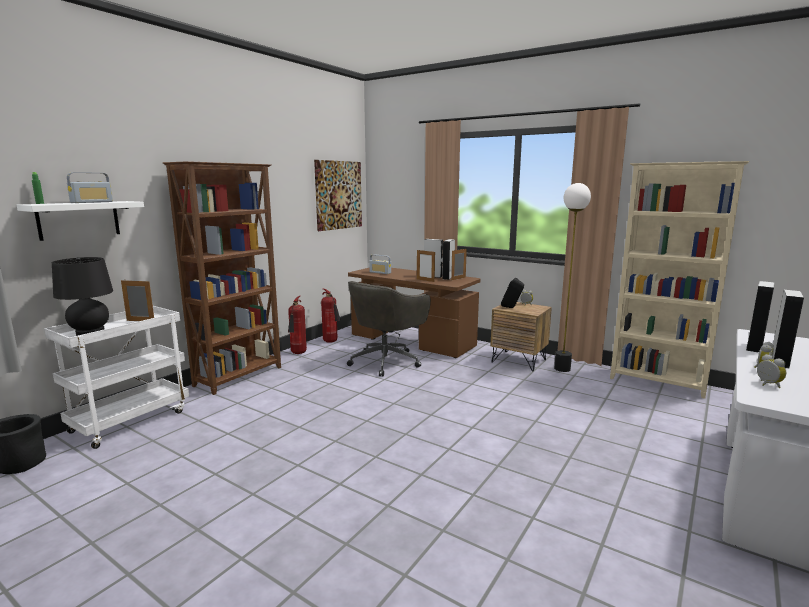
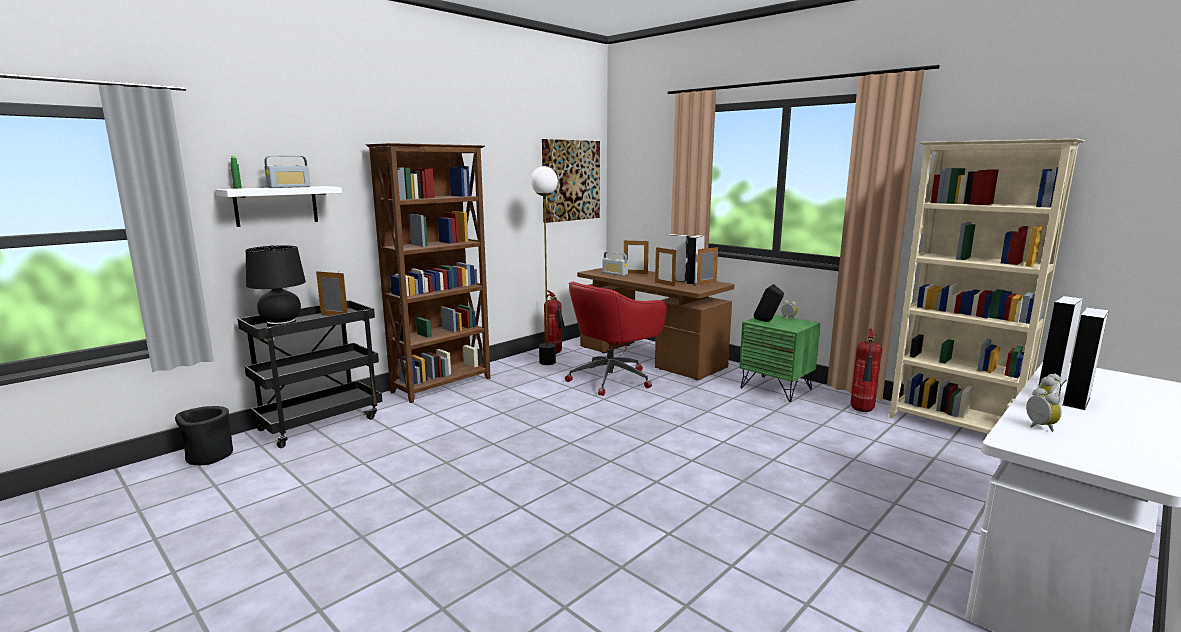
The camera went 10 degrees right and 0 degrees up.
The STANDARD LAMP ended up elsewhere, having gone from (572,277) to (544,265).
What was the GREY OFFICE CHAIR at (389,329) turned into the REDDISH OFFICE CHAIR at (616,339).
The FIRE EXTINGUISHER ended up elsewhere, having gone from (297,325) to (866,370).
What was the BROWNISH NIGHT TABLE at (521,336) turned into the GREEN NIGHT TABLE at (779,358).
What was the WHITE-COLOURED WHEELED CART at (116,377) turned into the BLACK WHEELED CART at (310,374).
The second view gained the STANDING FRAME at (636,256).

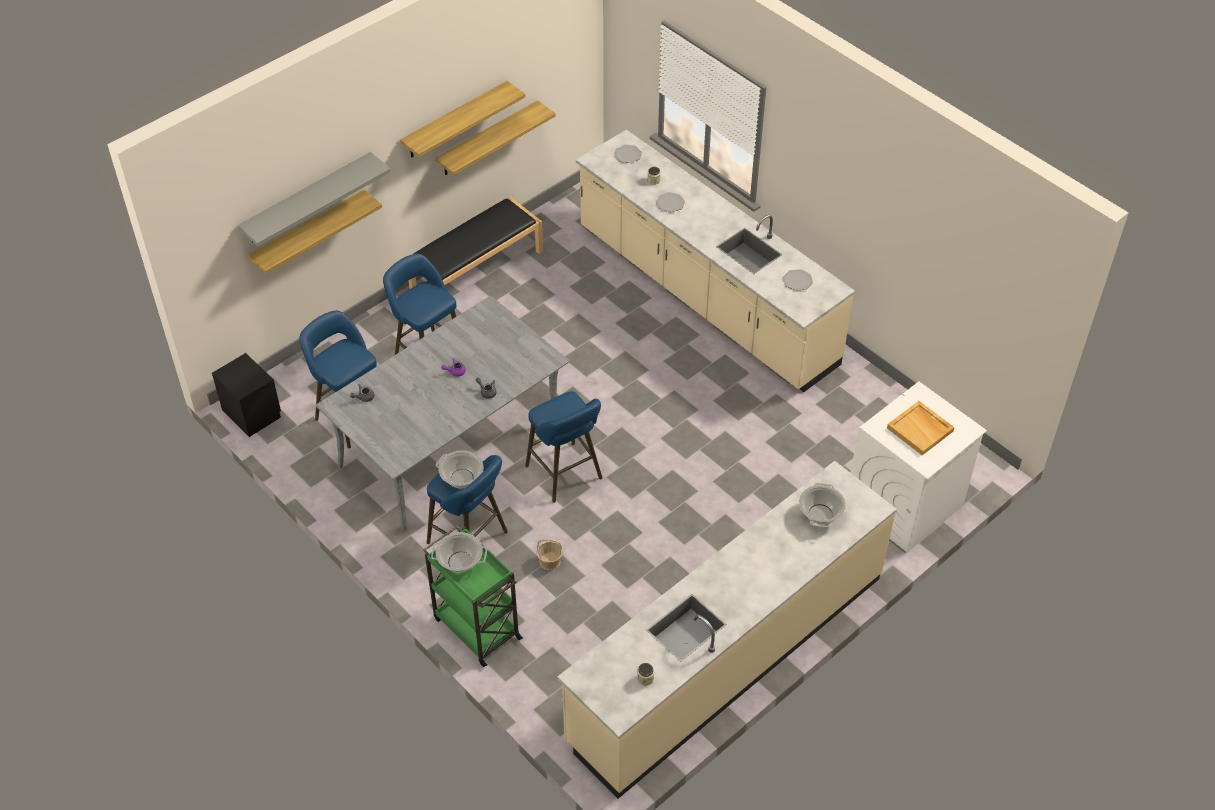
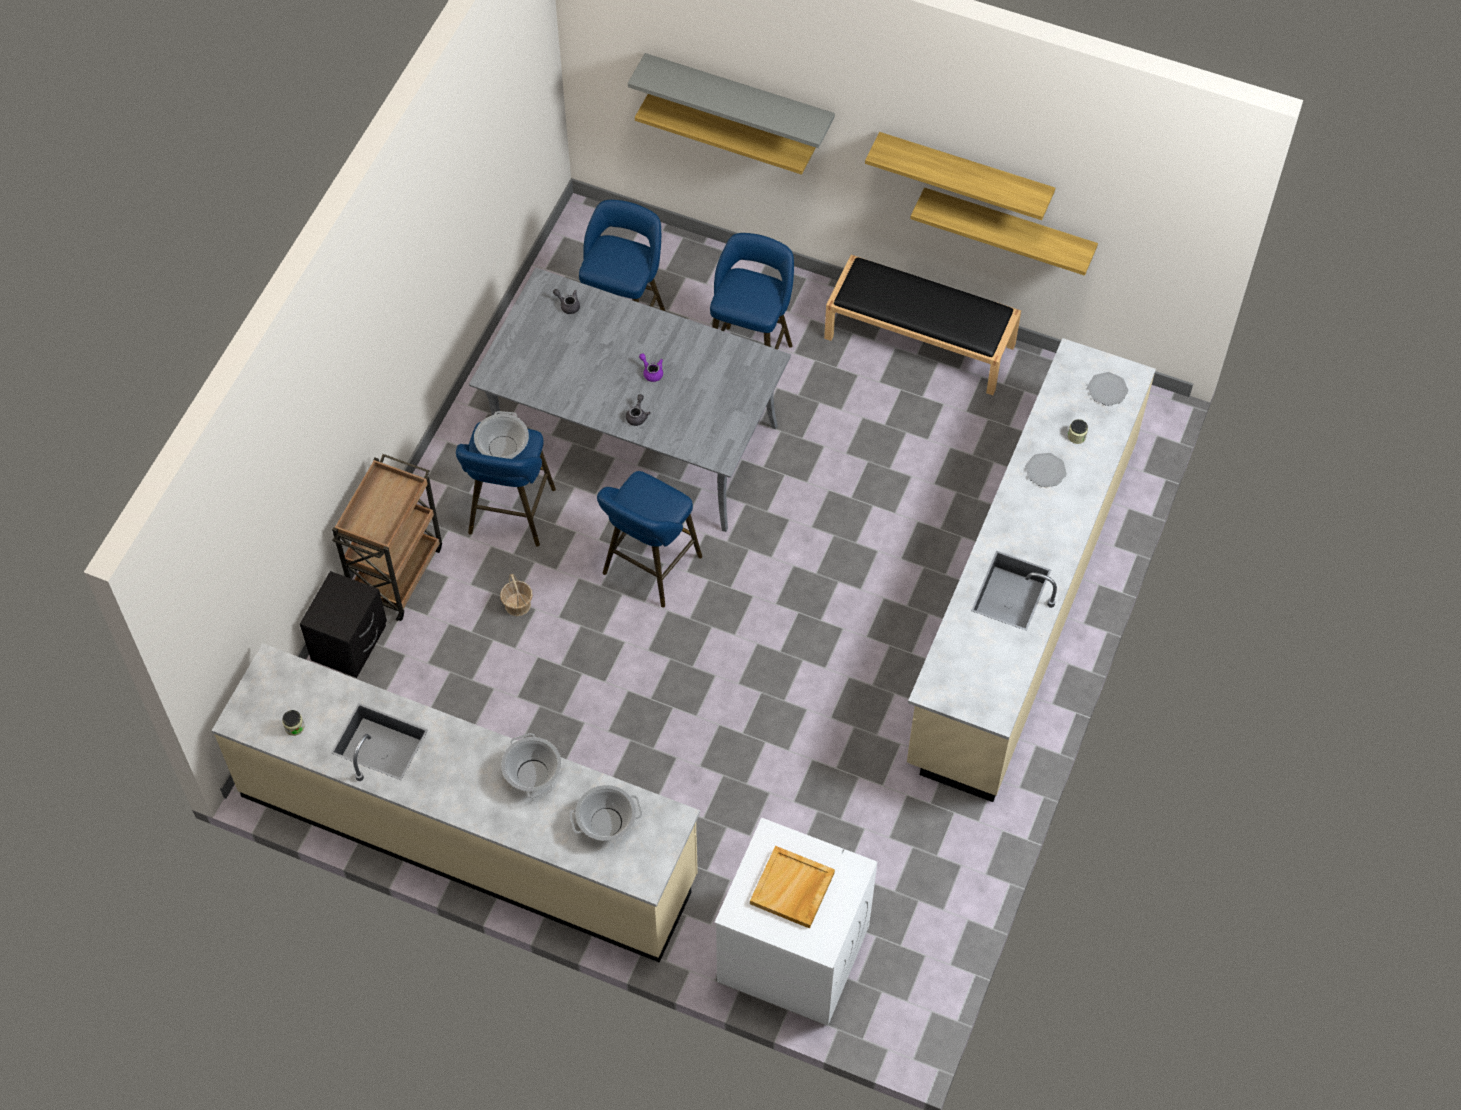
The camera went 65 degrees right and 10 degrees up.
The second view lost the PLATE at (798,280).
The BLACK NIGHT TABLE ended up elsewhere, having gone from (246,395) to (343,624).
What was the GREEN WHEELED CART at (473,596) turned into the BROWNISH WHEELED CART at (387,537).
The STOCKPOT ended up elsewhere, having gone from (459,552) to (531,765).

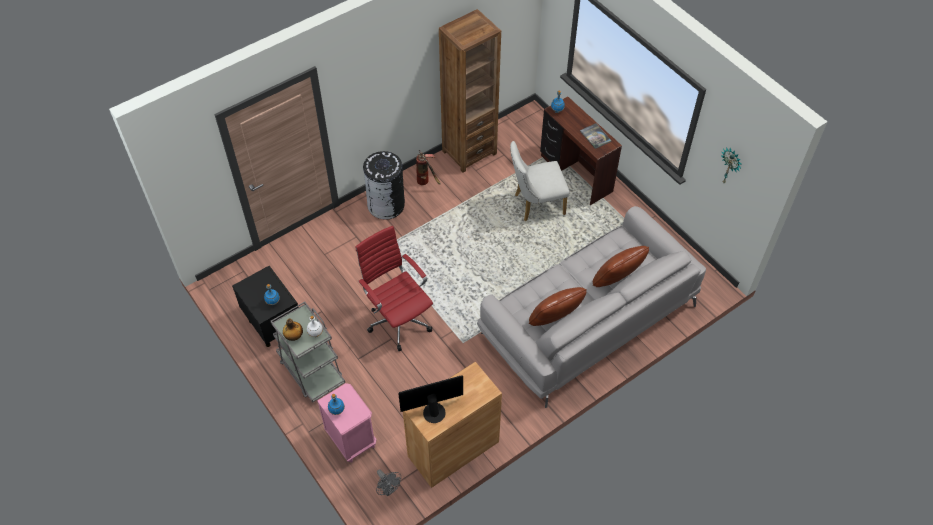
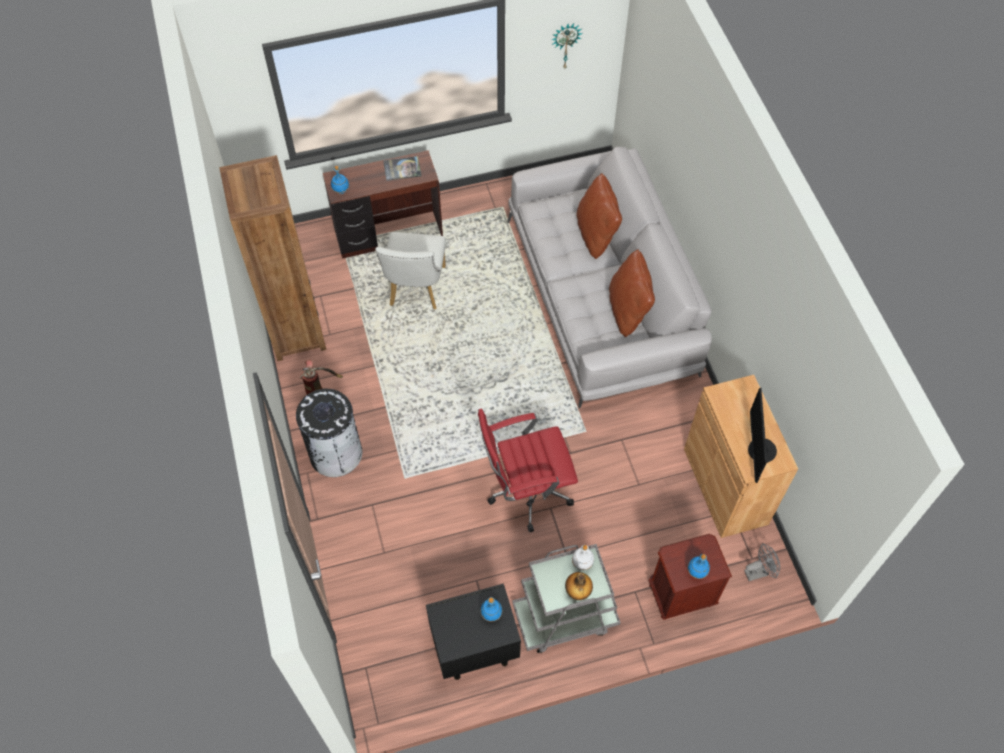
The camera went 70 degrees left and 5 degrees up.
What was the PINKISH NIGHT TABLE at (346,422) turned into the BROWNISH NIGHT TABLE at (690,577).

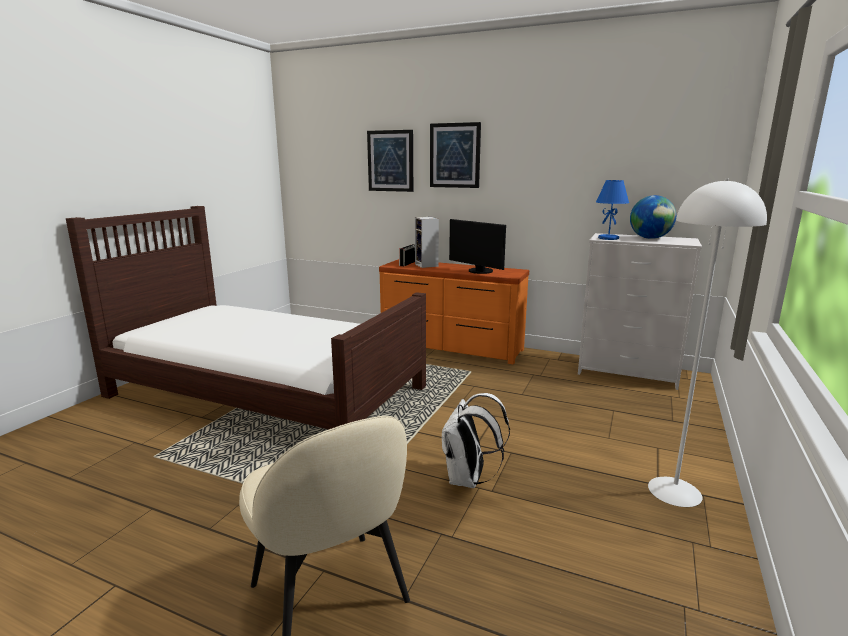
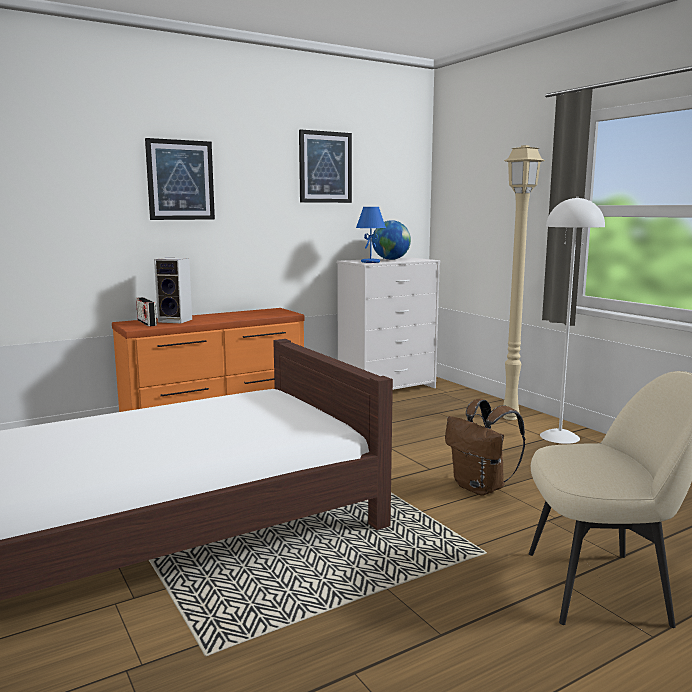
The camera went 55 degrees left and 5 degrees down.
The WALL ART ended up elsewhere, having gone from (390,161) to (325,166).
The second view lost the MONITOR at (477,246).
What was the WHITE-COLOURED KNAPSACK at (476,440) turned into the BROWNISH KNAPSACK at (485,447).
The second view gained the BEIGE-COLOURED STANDARD LAMP at (524,282).

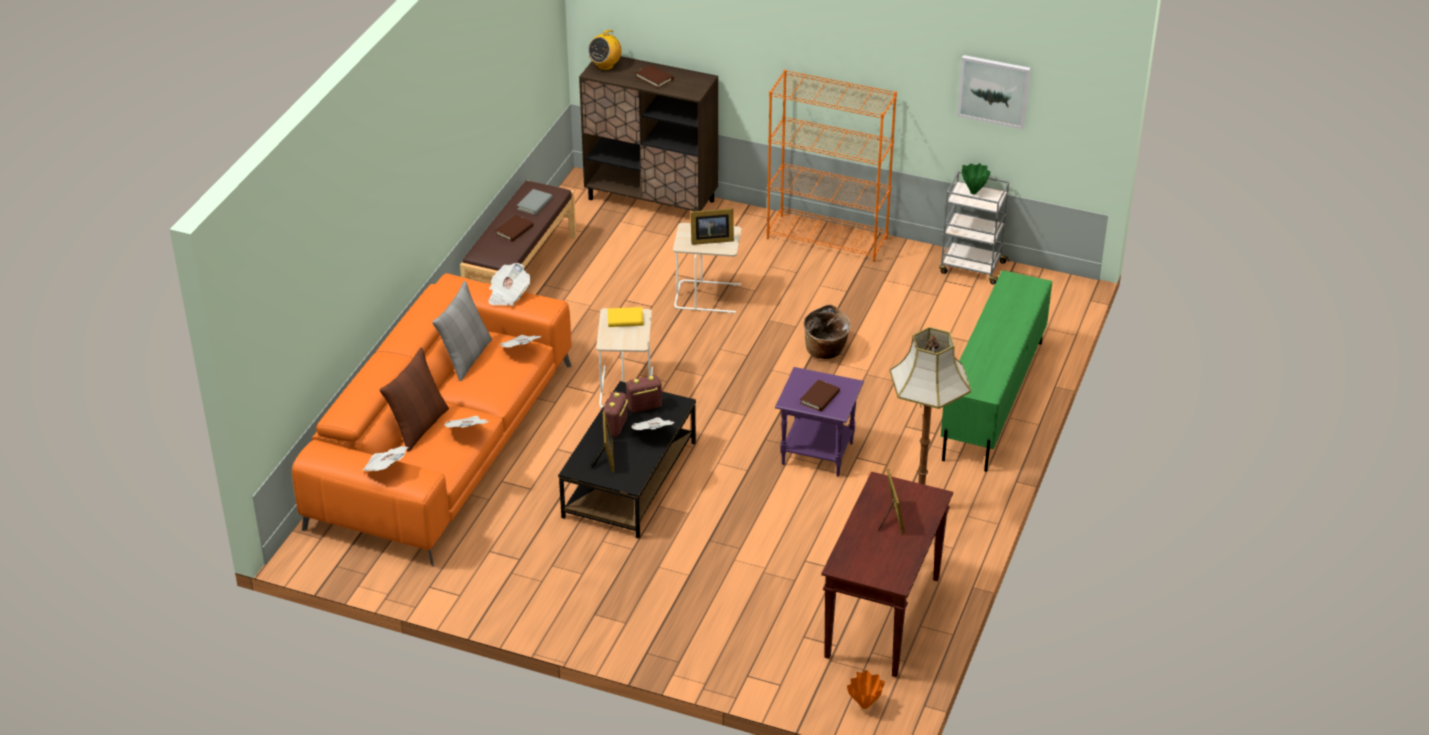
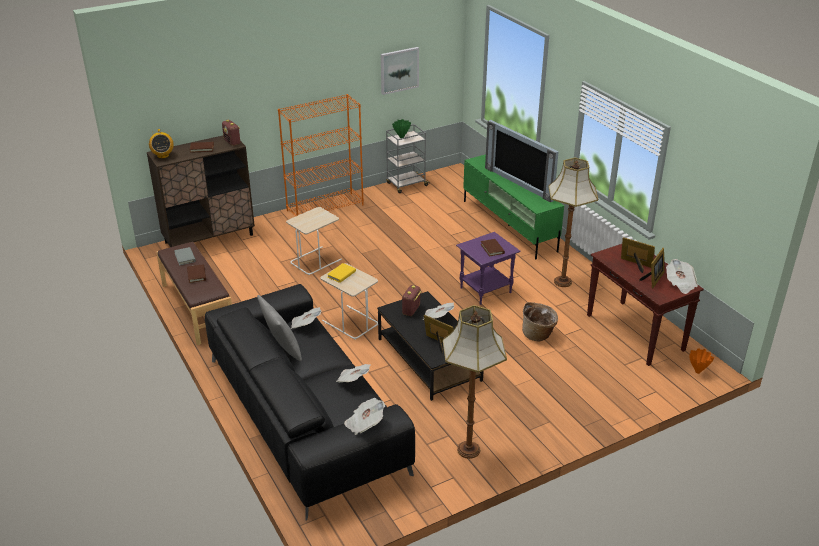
The camera went 50 degrees left and 5 degrees down.
The STANDING FRAME ended up elsewhere, having gone from (712,226) to (651,268).
The NEWSPAPER ended up elsewhere, having gone from (509,284) to (682,276).
What was the ORANGE-COLOURED SETTEE at (432,420) turned into the BLACK SETTEE at (310,402).
The BASKET ended up elsewhere, having gone from (827,331) to (540,321).
The second view lost the BROWNISH THROW PILLOW at (414,400).
The RADIO ended up elsewhere, having gone from (615,414) to (231,133).
The second view gained the TELEVISION at (522,161).
The second view gained the STANDARD LAMP at (475,382).

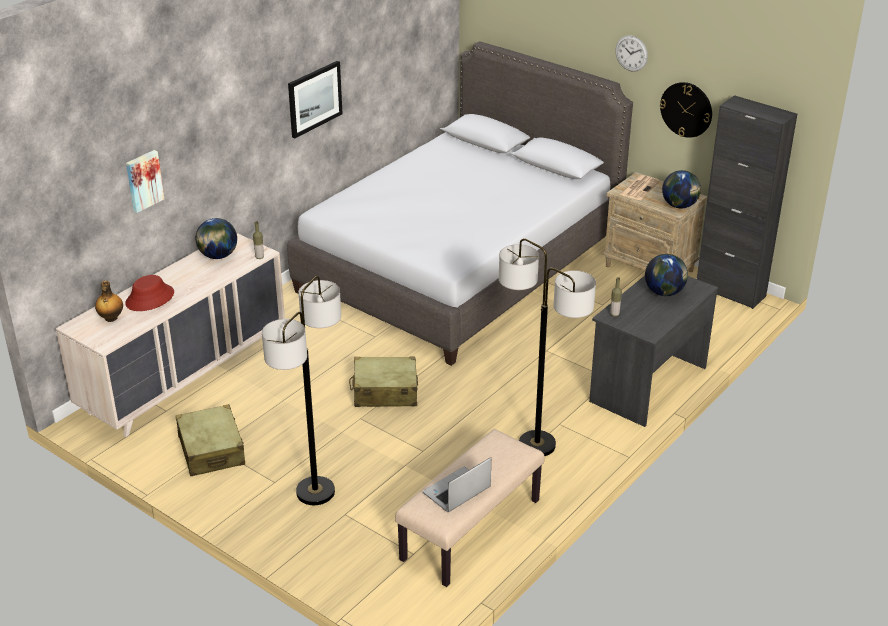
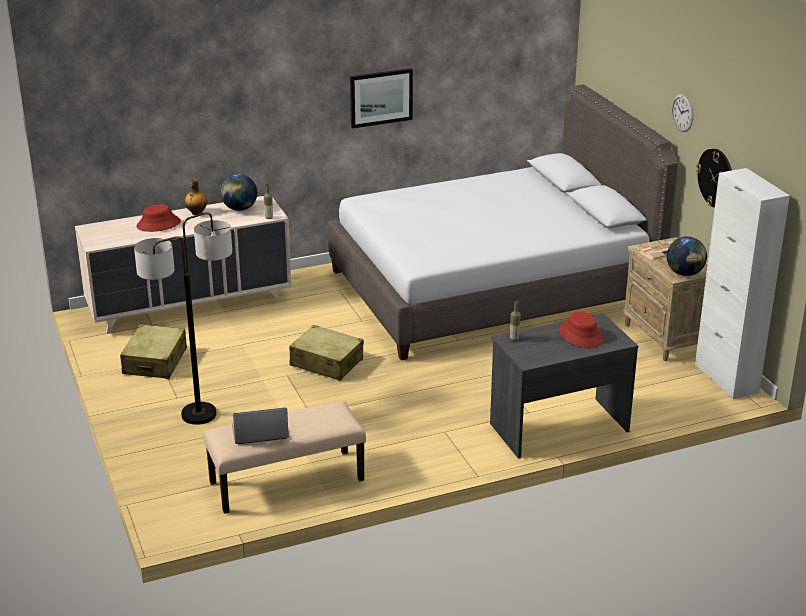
The camera went 30 degrees right and 5 degrees down.
What was the BLACK STORAGE CABINET at (747,202) turned into the WHITE-COLOURED STORAGE CABINET at (742,283).
The second view lost the WALL ART at (145,181).
The second view lost the STANDARD LAMP at (547,347).
Where the DESK GLOBE stood at (666,275), the REDDISH CLOTHING HAT came to stand at (581,329).
The BOTTLE ended up elsewhere, having gone from (109,301) to (196,197).

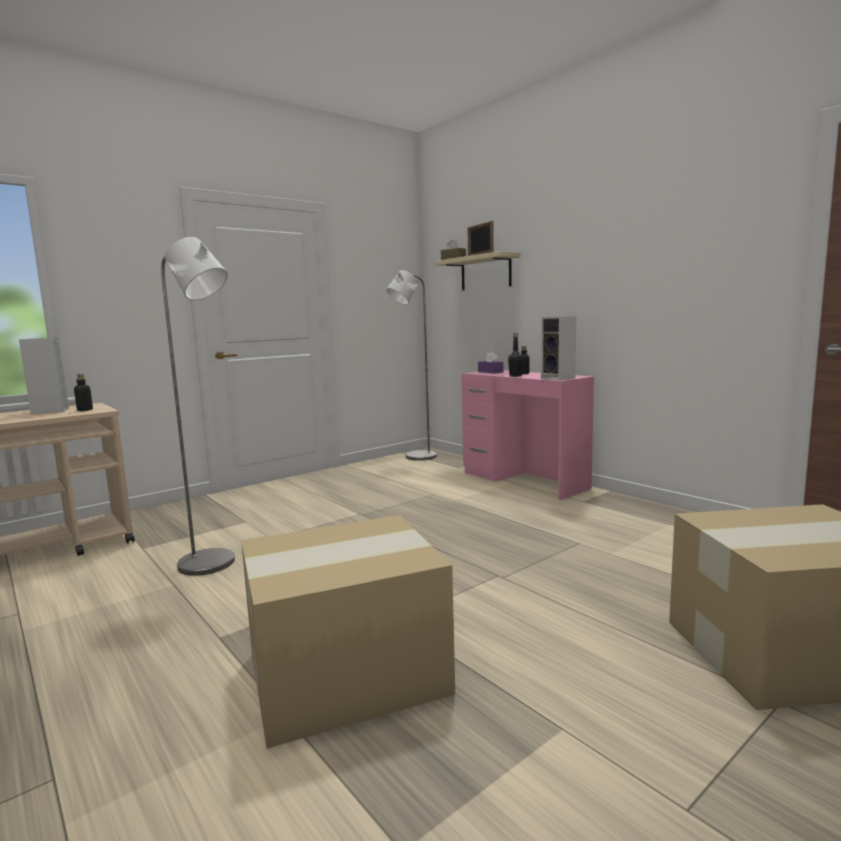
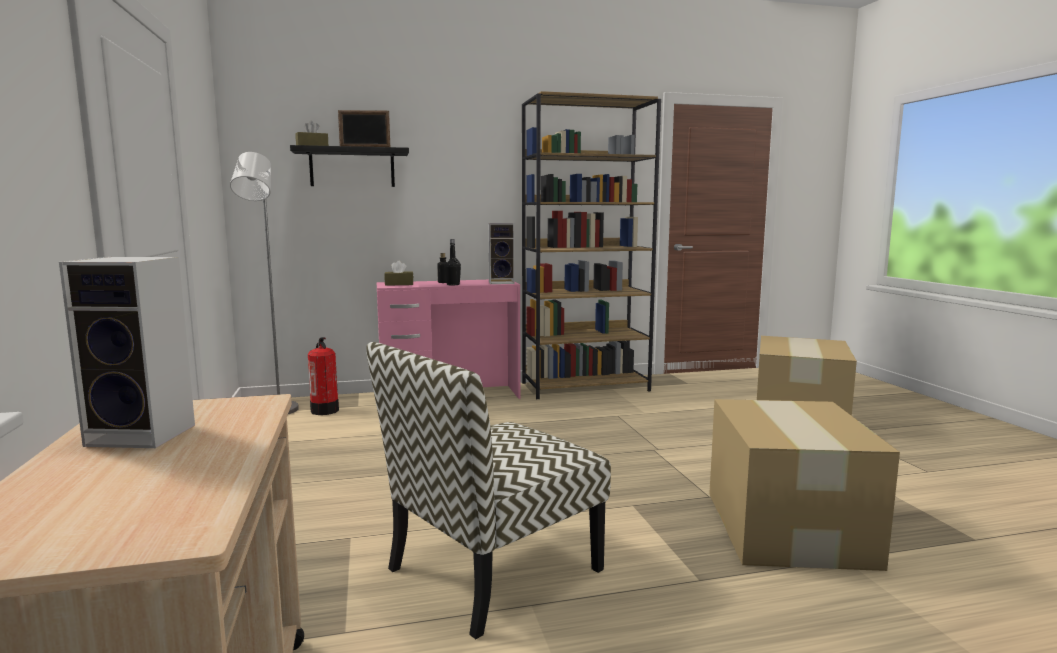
The camera went 65 degrees left and 0 degrees up.
Where the GREY STANDARD LAMP stood at (198,406), the PLAIN CHAIR came to stand at (488,490).
What was the BEIGE-COLOURED SHELF at (477,270) turned into the BLACK SHELF at (349,166).
What was the PURPLE-COLOURED TISSUE BOX at (490,362) turned into the BROWNISH TISSUE BOX at (399,273).
The second view lost the BOTTLE at (83,392).
The second view gained the BROWNISH BOOKSHELF at (591,245).
The second view gained the FIRE EXTINGUISHER at (323,376).

